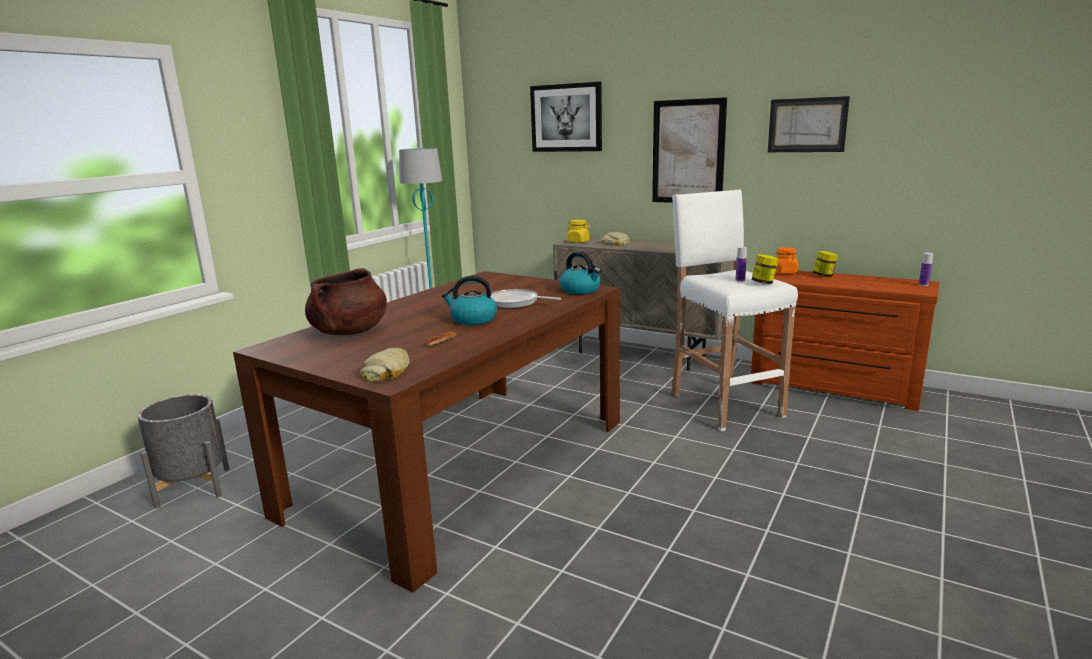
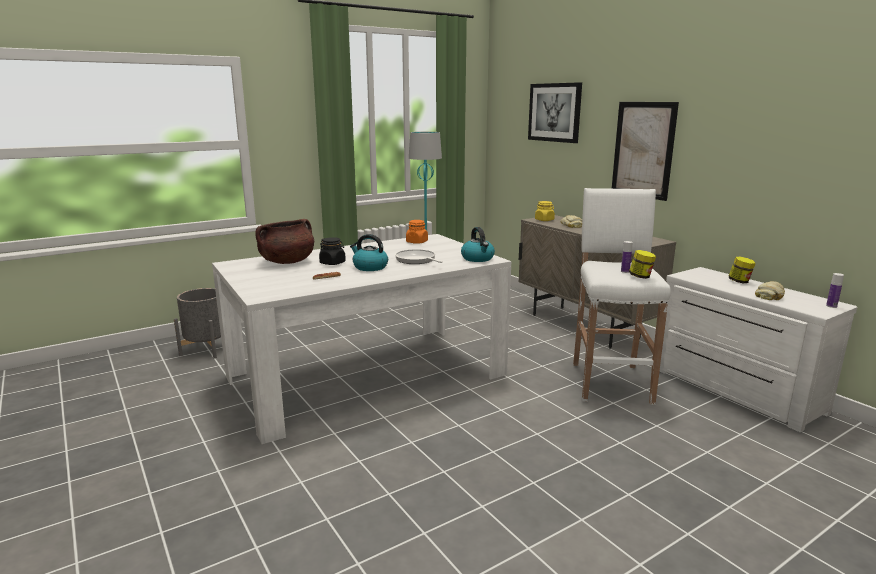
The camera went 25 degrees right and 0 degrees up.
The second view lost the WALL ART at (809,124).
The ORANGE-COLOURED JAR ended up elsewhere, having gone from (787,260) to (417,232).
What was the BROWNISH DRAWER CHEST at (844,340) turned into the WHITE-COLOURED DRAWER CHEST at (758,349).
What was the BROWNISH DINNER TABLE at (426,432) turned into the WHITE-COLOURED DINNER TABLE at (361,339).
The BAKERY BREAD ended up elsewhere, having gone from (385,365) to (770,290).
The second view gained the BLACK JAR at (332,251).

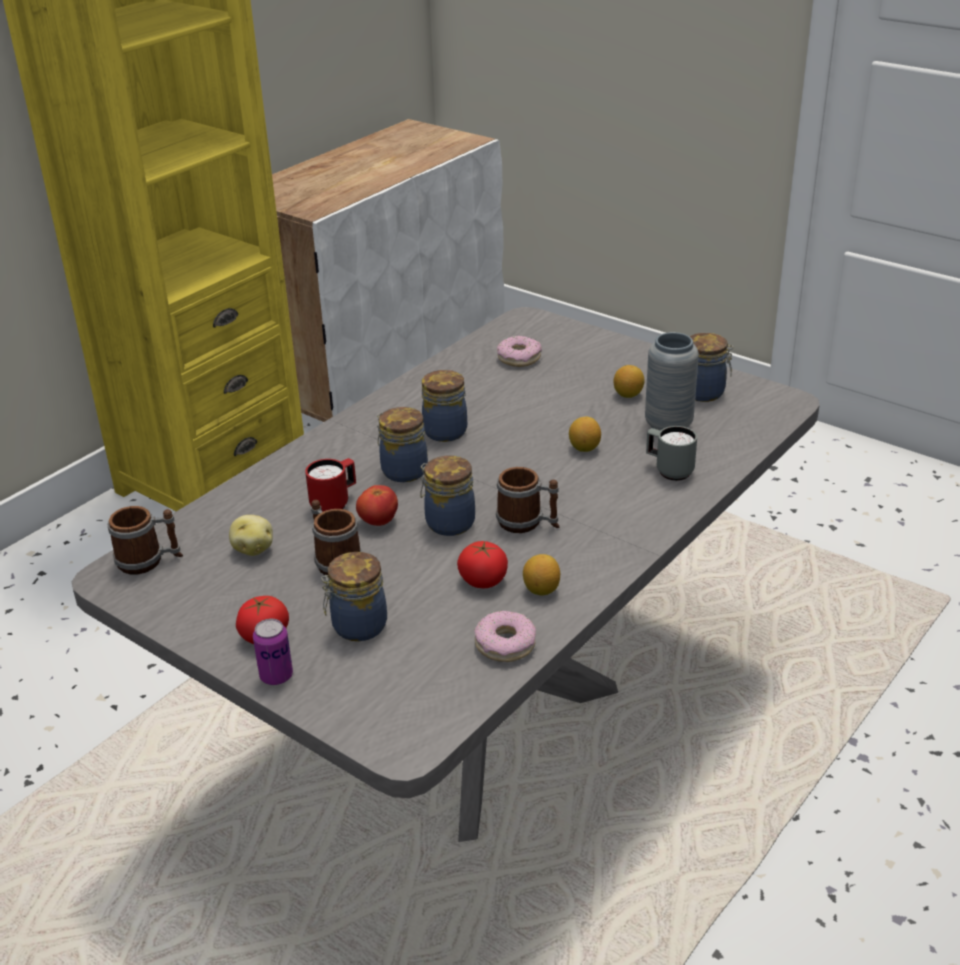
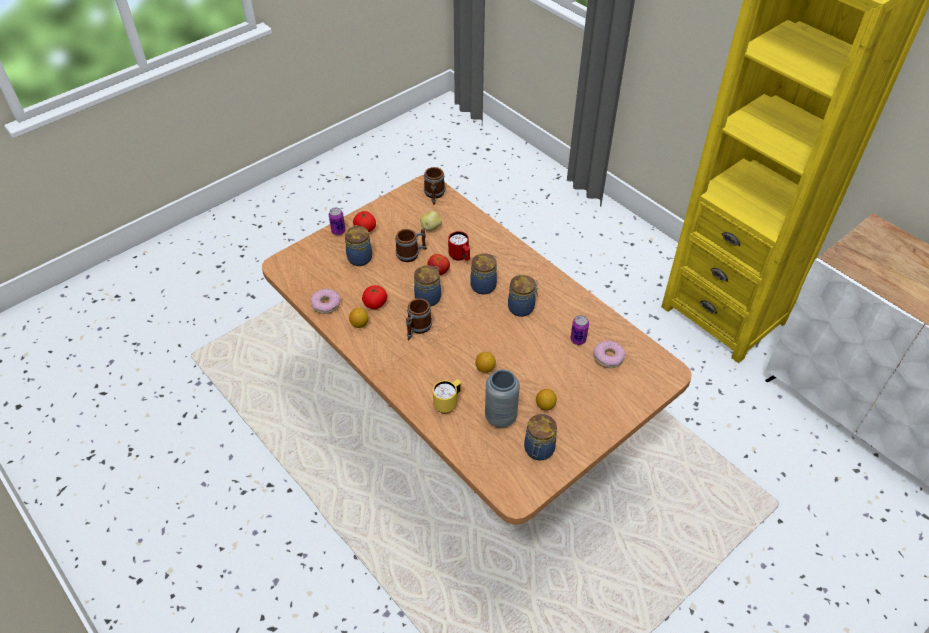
The camera went 100 degrees right and 15 degrees up.
What was the GREY DINNER TABLE at (446,574) turned into the BROWNISH DINNER TABLE at (477,350).
What was the GREY MUG at (671,453) turned into the YELLOW-COLOURED MUG at (447,396).
The second view gained the METAL CAN at (579,330).

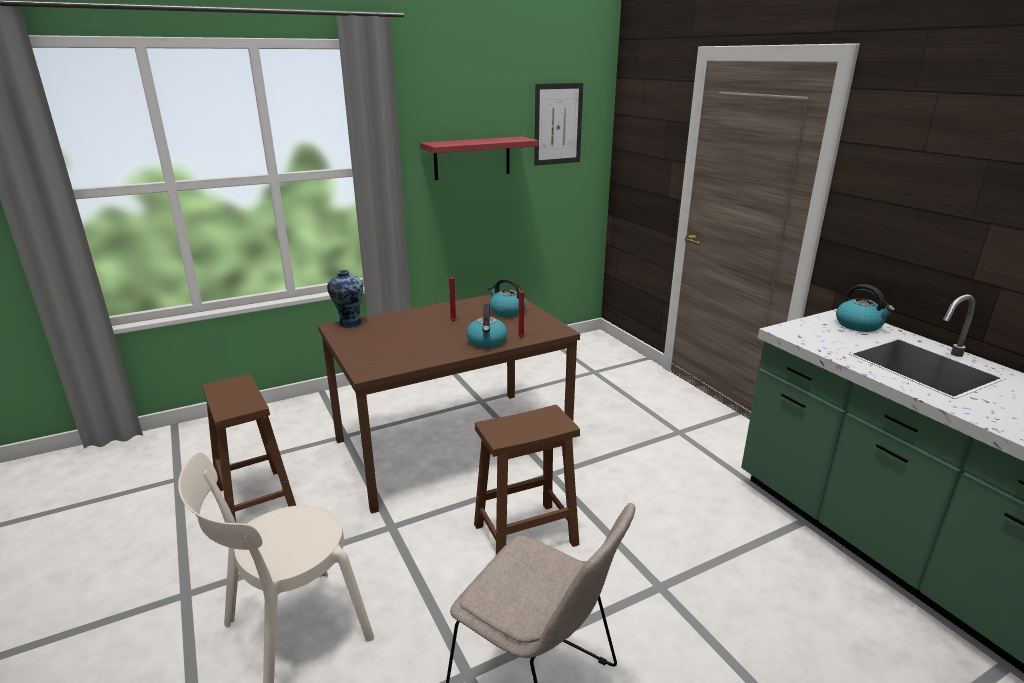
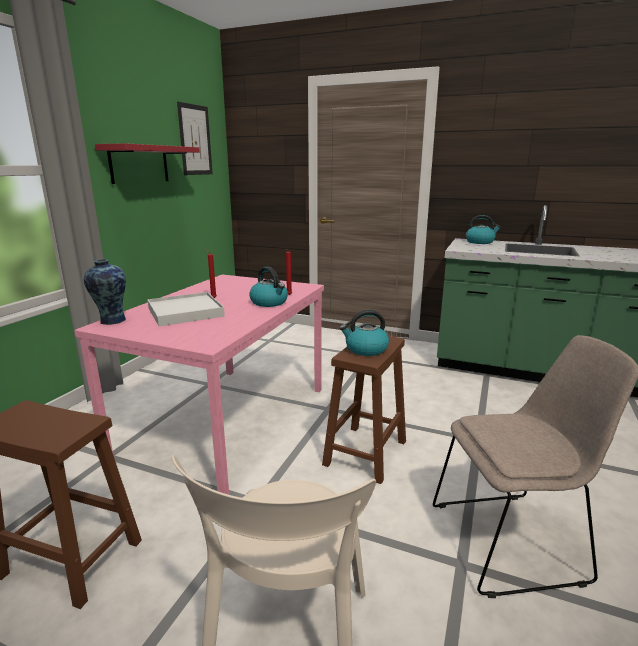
The camera went 40 degrees left and 5 degrees down.
The WATER KETTLE ended up elsewhere, having gone from (507,297) to (364,333).
What was the BROWNISH DINNER TABLE at (449,404) turned into the PINKISH DINNER TABLE at (199,384).
The second view gained the WHITE-COLOURED TRAY at (186,309).

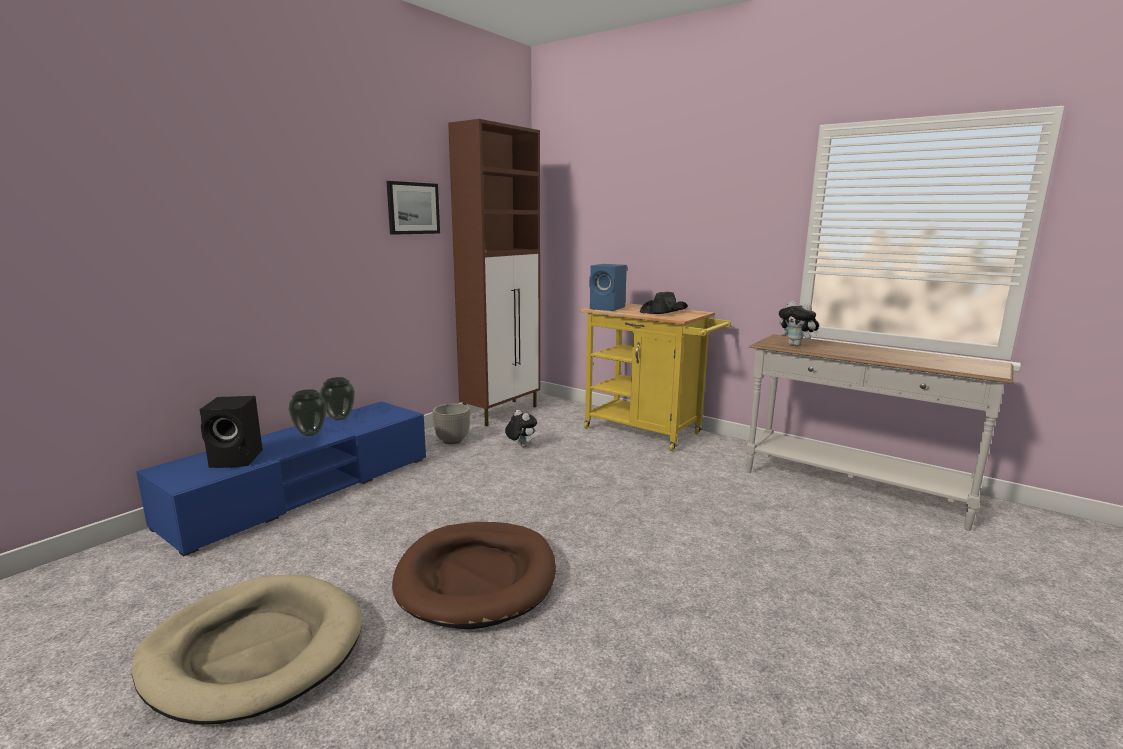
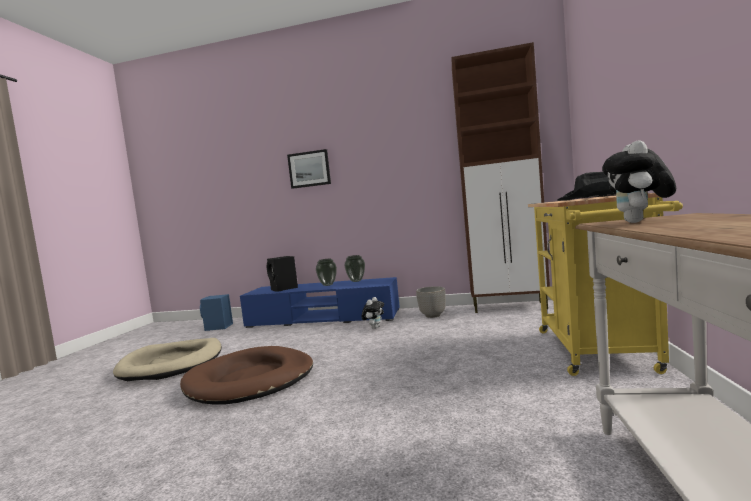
The camera went 65 degrees right and 10 degrees down.
The WALL ART ended up elsewhere, having gone from (413,208) to (309,169).
The BLUISH LOUDSPEAKER ended up elsewhere, having gone from (608,287) to (216,312).
The CUDDLY TOY ended up elsewhere, having gone from (521,428) to (372,313).

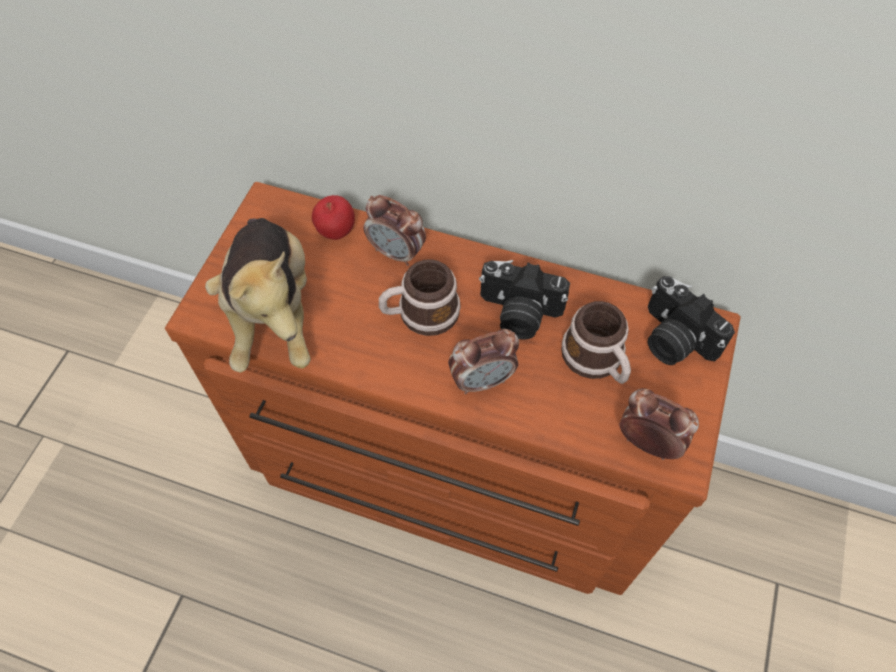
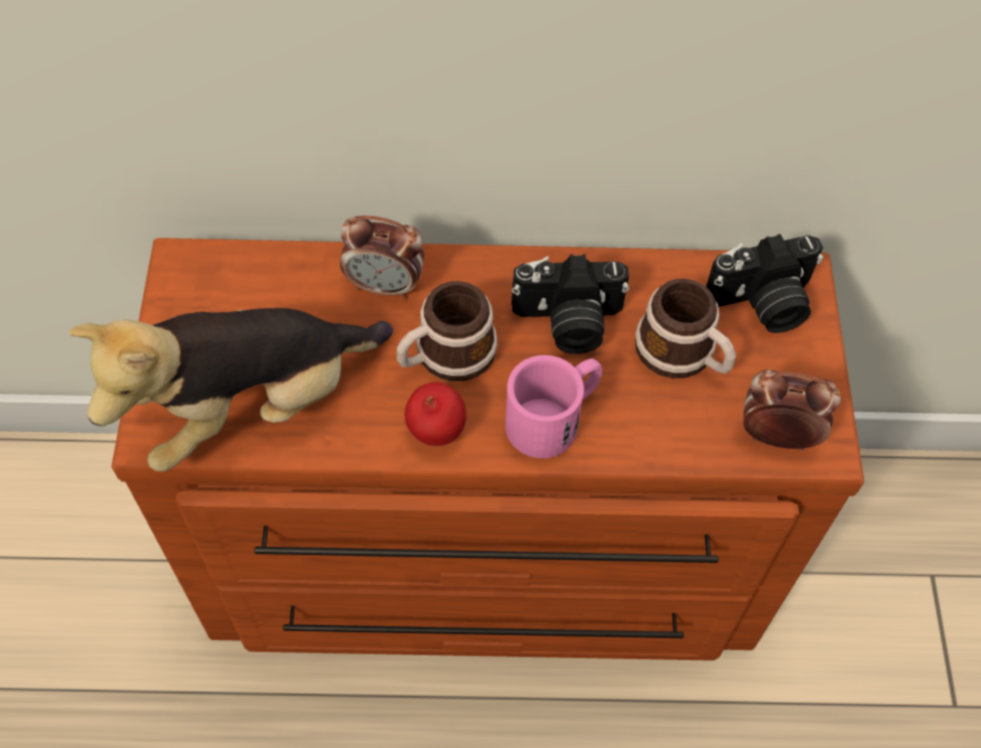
The camera went 20 degrees left and 0 degrees up.
The WHOLE APPLE ended up elsewhere, having gone from (333,217) to (435,414).
The CUDDLY TOY at (258,295) ended up facing another way, 90 degrees clockwise from before.
The PHOTO CAMERA at (691,320) ended up facing another way, 45 degrees counterclockwise from before.
Where the ALARM CLOCK stood at (483,361), the PINKISH MUG came to stand at (553,406).

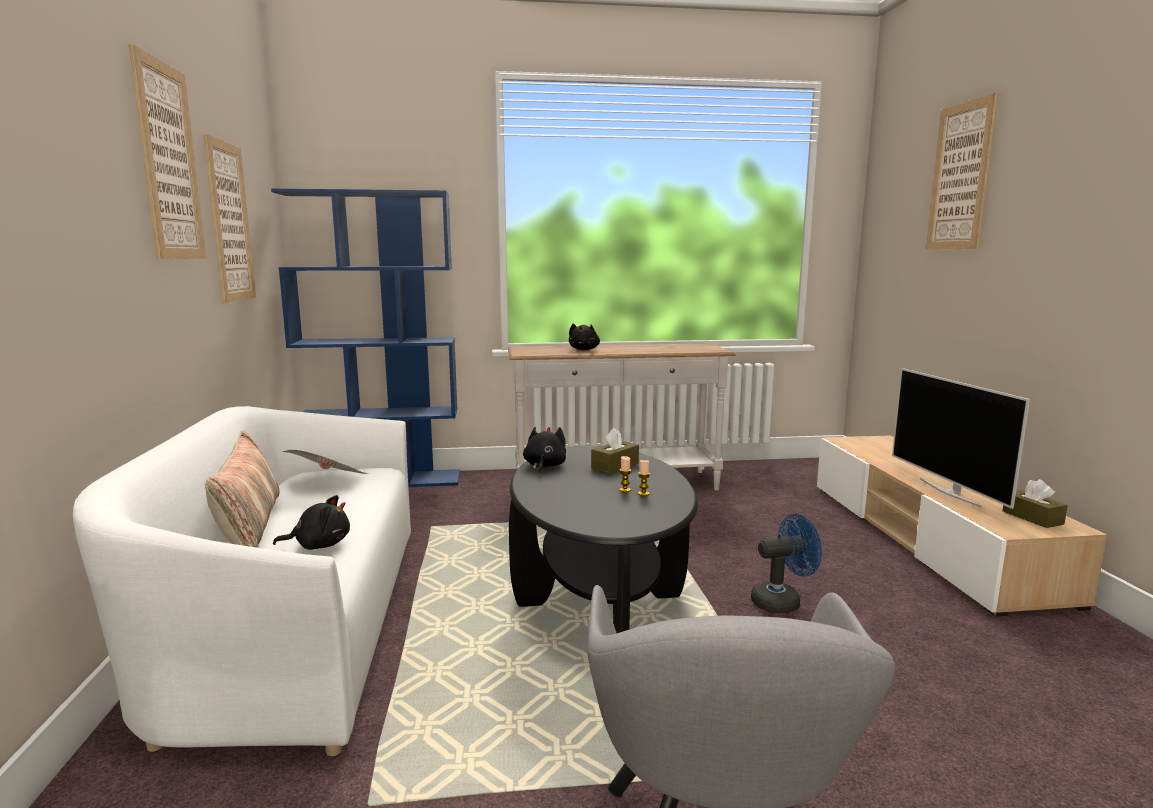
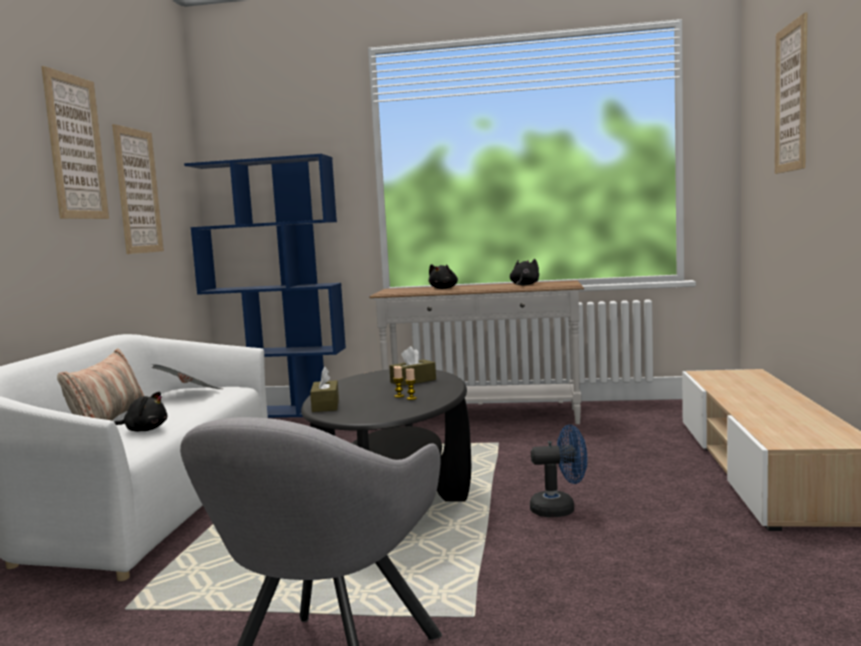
The camera went 15 degrees right and 5 degrees down.
The second view lost the TELEVISION at (961,438).
The BLACK CUDDLY TOY ended up elsewhere, having gone from (544,450) to (524,272).
The BROWNISH TISSUE BOX ended up elsewhere, having gone from (1035,503) to (324,389).

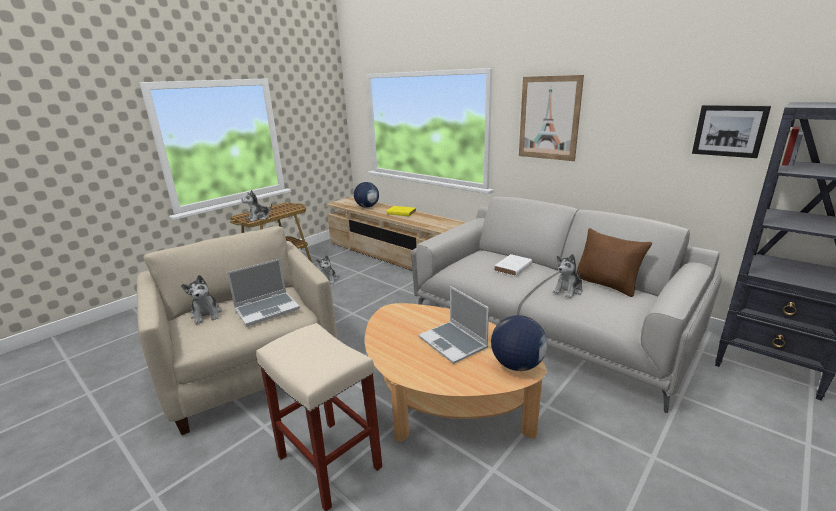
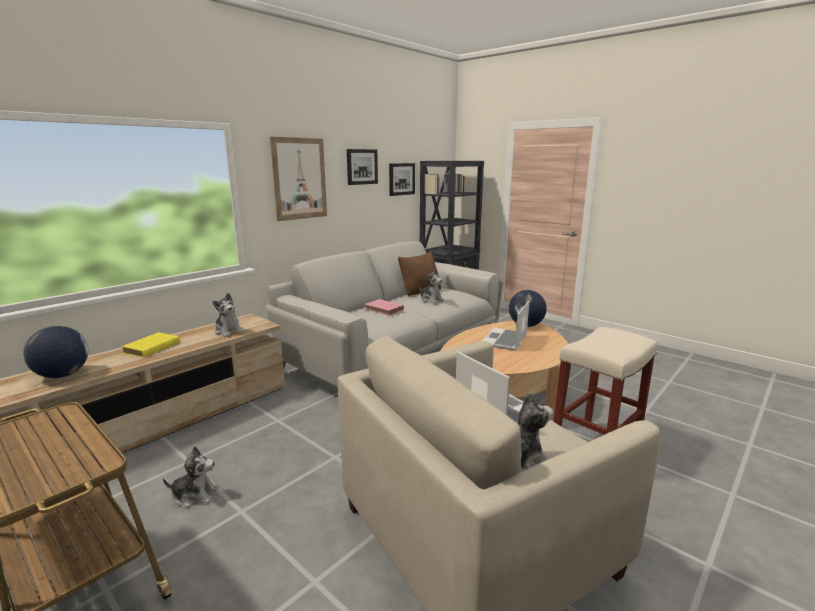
The camera went 90 degrees left and 5 degrees down.
The CUDDLY TOY ended up elsewhere, having gone from (257,206) to (227,315).
What was the WHITE-COLOURED BOUND BOOK at (513,265) turned into the PINKISH BOUND BOOK at (384,307).
The NOTEBOOK COMPUTER at (453,325) ended up facing another way, 150 degrees clockwise from before.
The second view gained the WALL ART at (362,167).

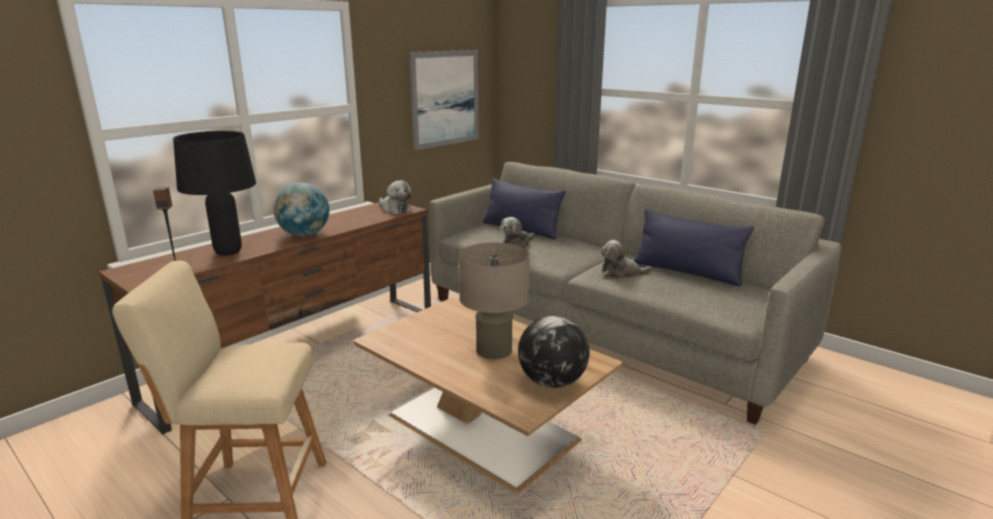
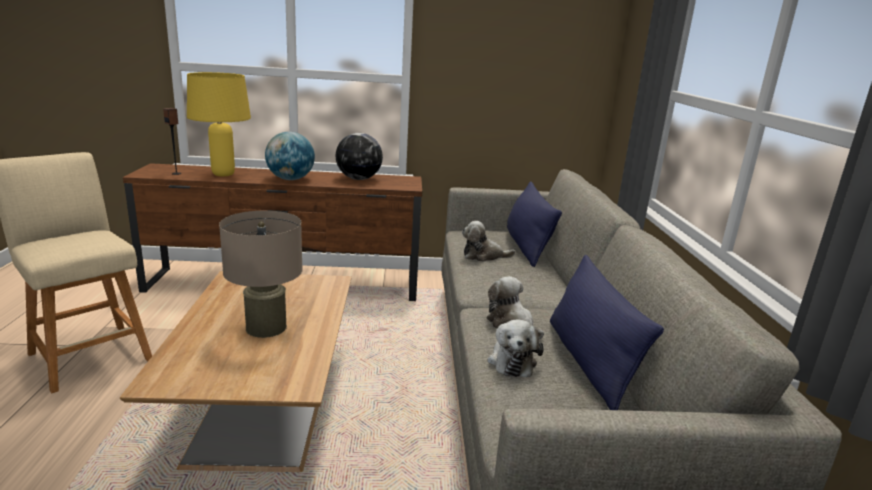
The camera went 45 degrees right and 0 degrees up.
The second view lost the WALL ART at (444,100).
What was the BLACK TABLE LAMP at (214,193) turned into the YELLOW-COLOURED TABLE LAMP at (219,124).
The CUDDLY TOY ended up elsewhere, having gone from (395,197) to (515,348).
The DESK GLOBE ended up elsewhere, having gone from (554,352) to (359,156).

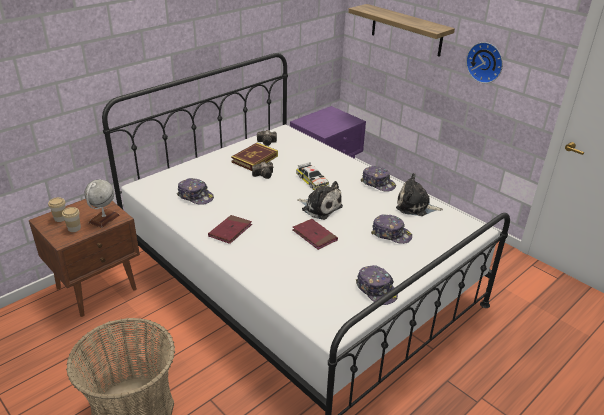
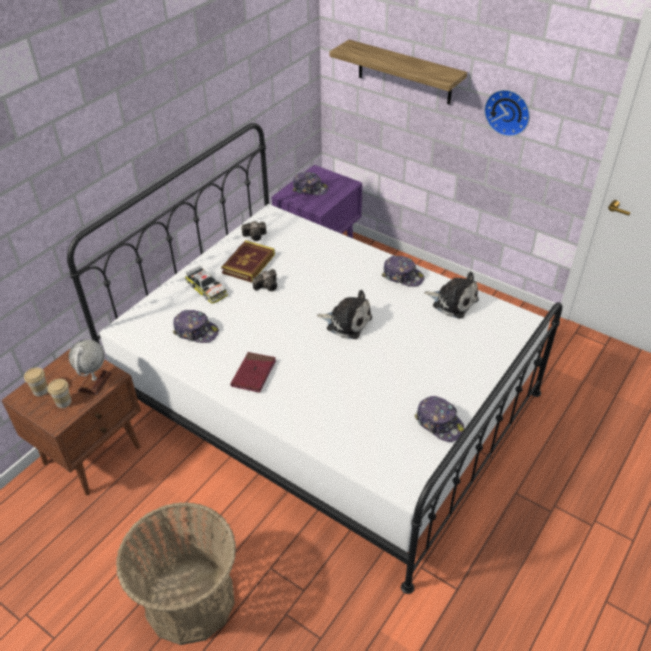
The camera went 10 degrees left and 10 degrees up.
The MODEL CAR ended up elsewhere, having gone from (313,176) to (206,284).
The CUDDLY TOY at (419,194) ended up facing another way, 150 degrees counterclockwise from before.
The CAP ended up elsewhere, having gone from (391,229) to (311,184).
The second view lost the REDDISH BOUND BOOK at (315,234).

